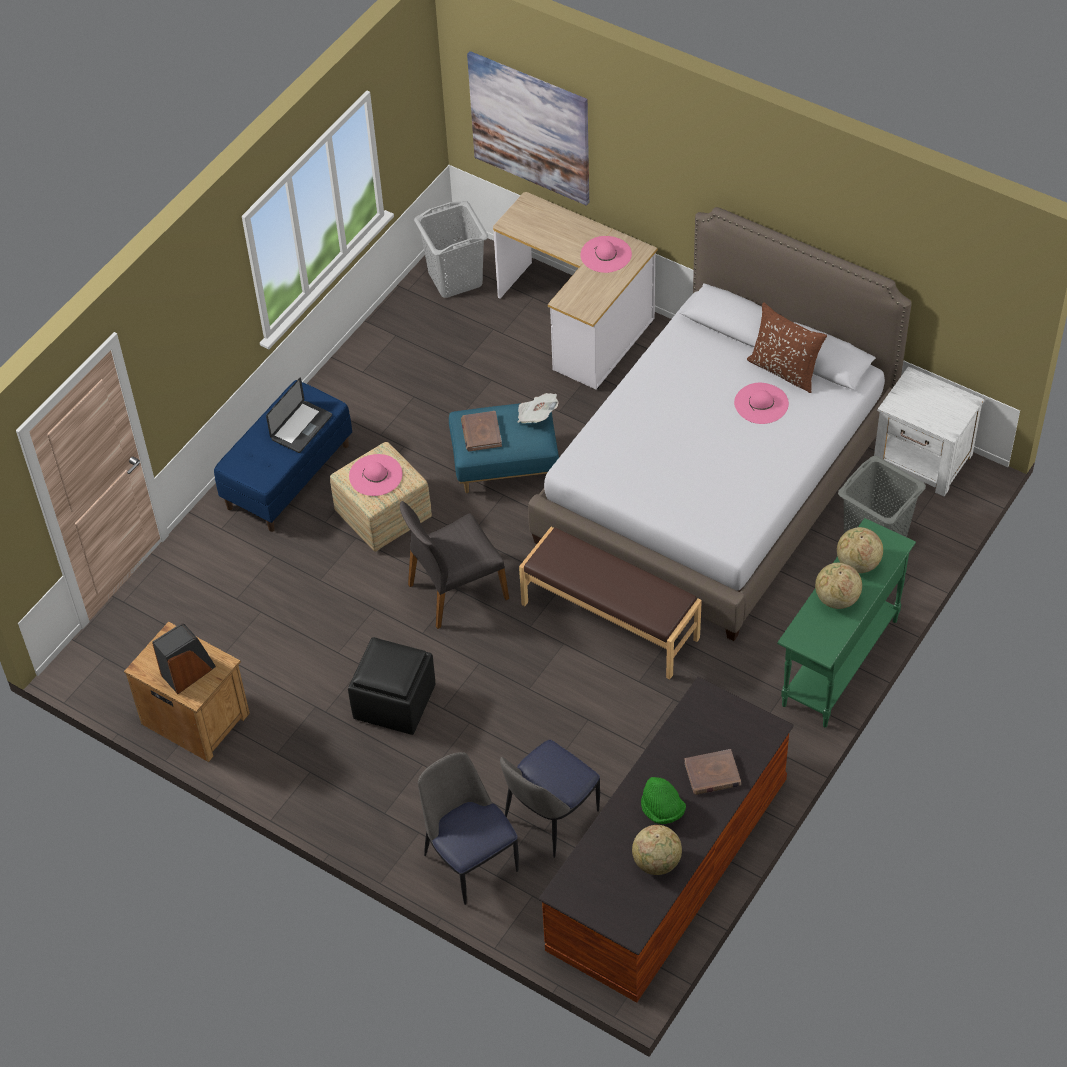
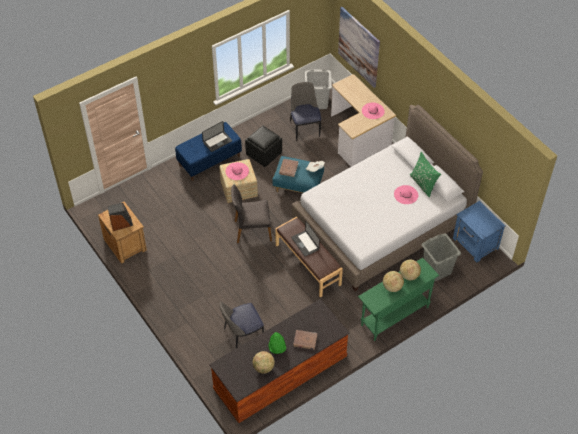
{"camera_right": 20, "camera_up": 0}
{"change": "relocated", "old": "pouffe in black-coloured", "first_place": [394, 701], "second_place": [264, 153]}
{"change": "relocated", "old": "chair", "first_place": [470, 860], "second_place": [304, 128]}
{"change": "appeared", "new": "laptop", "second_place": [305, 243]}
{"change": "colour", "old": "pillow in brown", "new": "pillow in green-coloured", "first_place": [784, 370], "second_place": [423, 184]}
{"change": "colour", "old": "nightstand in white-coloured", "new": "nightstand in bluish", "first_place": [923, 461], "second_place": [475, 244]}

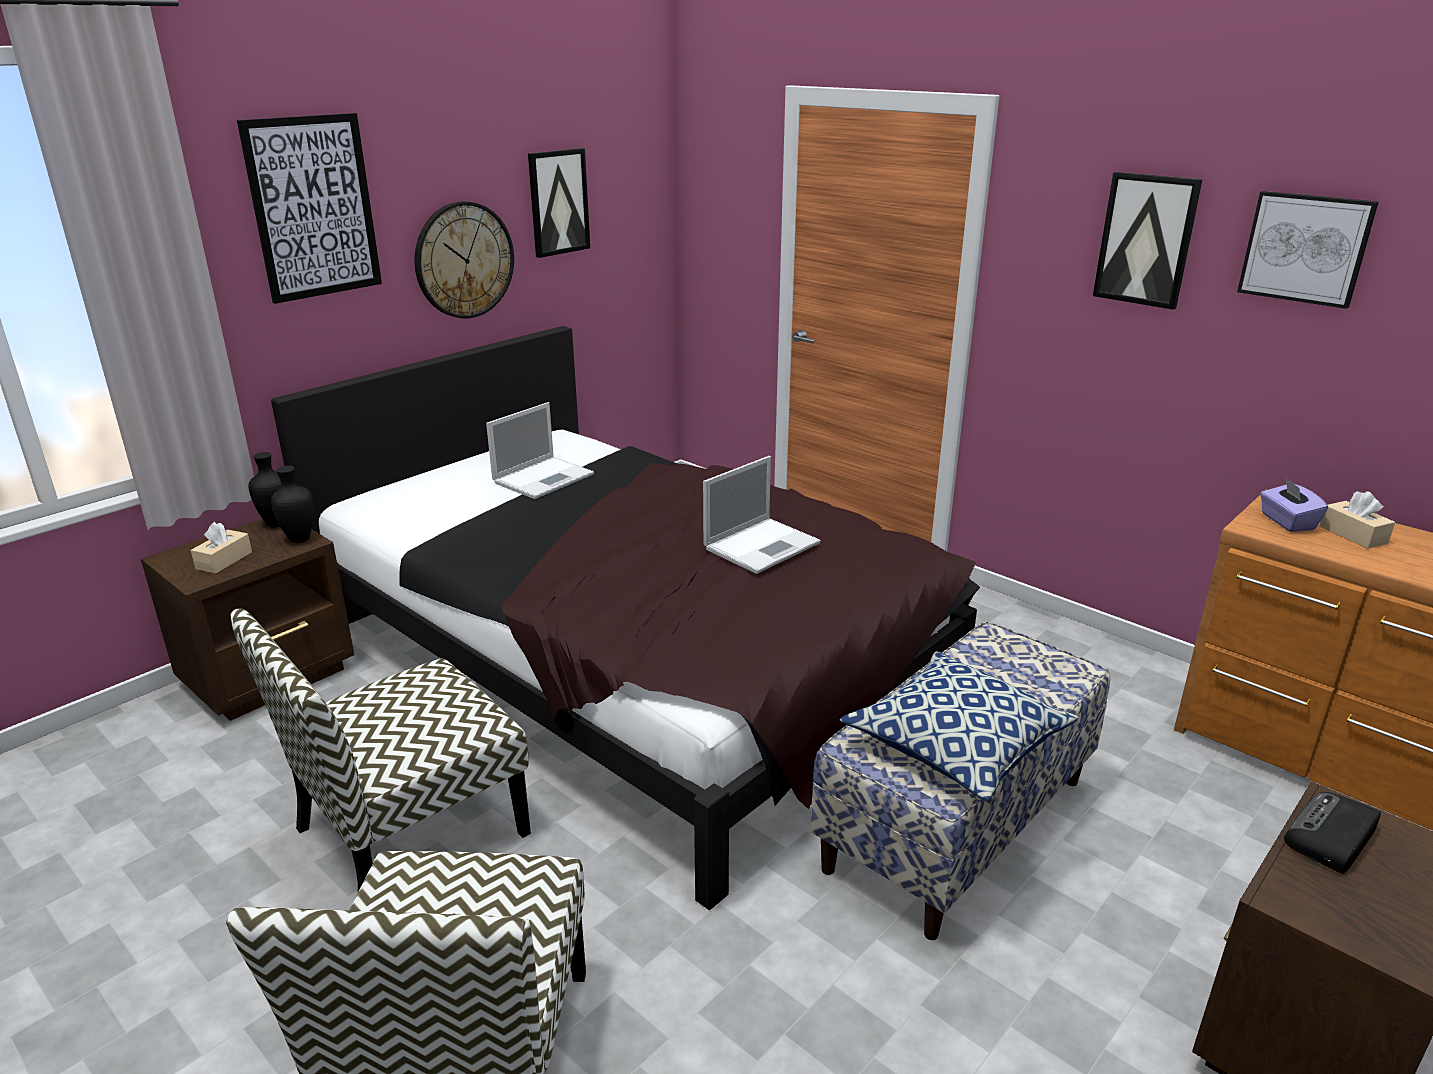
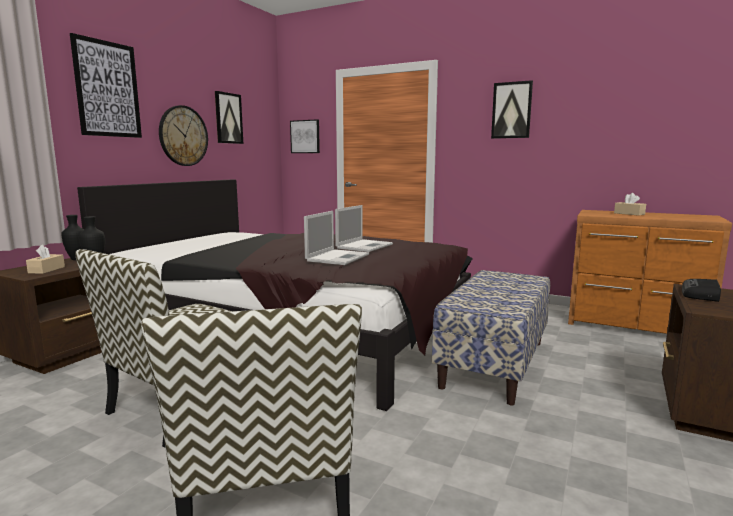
{"camera_right": -15, "camera_up": -15}
{"change": "relocated", "old": "wall picture", "first_place": [1305, 248], "second_place": [305, 136]}
{"change": "relocated", "old": "laptop", "first_place": [544, 478], "second_place": [338, 257]}
{"change": "missing", "old": "pillow", "first_place": [956, 744]}
{"change": "missing", "old": "tissue holder in purple-coloured", "first_place": [1286, 522]}

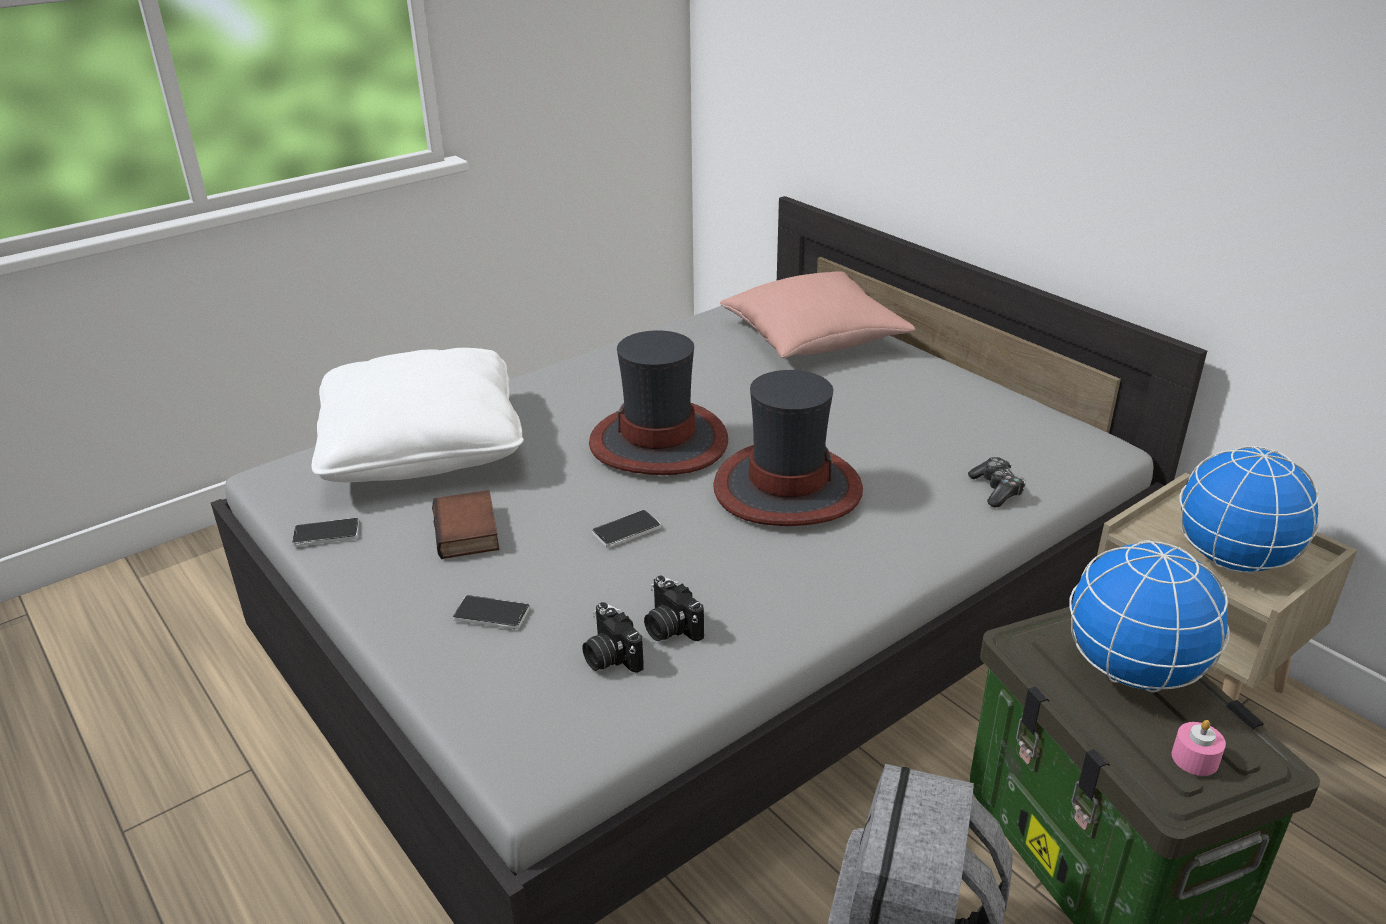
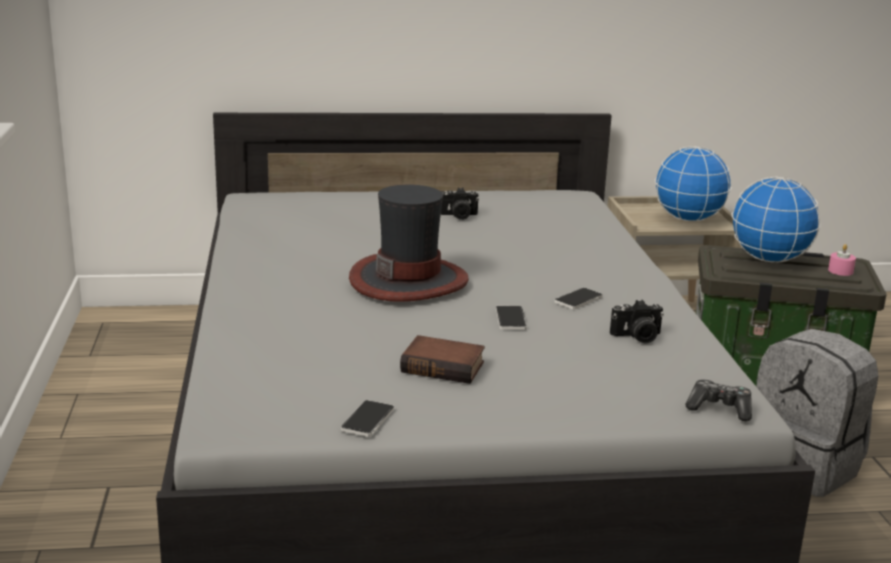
{"camera_right": -60, "camera_up": -10}
{"change": "relocated", "old": "still camera", "first_place": [609, 657], "second_place": [458, 216]}
{"change": "relocated", "old": "phone", "first_place": [491, 614], "second_place": [578, 300]}
{"change": "relocated", "old": "game controller", "first_place": [996, 490], "second_place": [719, 408]}
{"change": "missing", "old": "pillow in white-coloured", "first_place": [423, 447]}
{"change": "missing", "old": "hat", "first_place": [786, 488]}
{"change": "missing", "old": "pillow in pinkish", "first_place": [814, 338]}

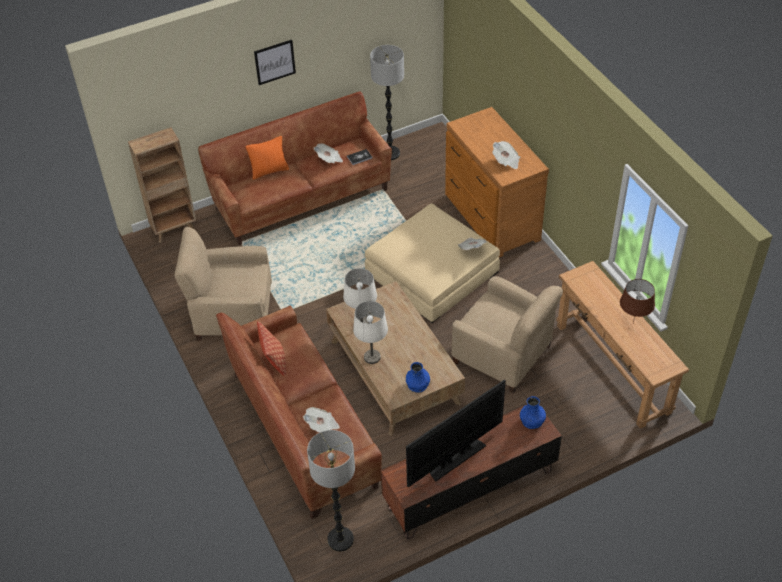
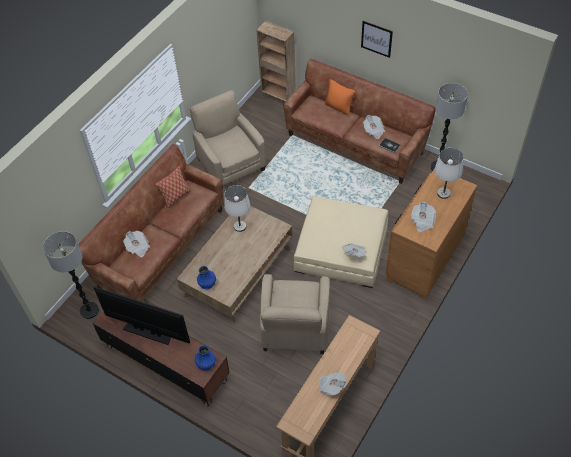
{"camera_right": 60, "camera_up": 5}
{"change": "exchanged", "old": "table lamp in brown", "new": "daily paper", "first_place": [633, 323], "second_place": [331, 386]}
{"change": "relocated", "old": "table lamp in white-coloured", "first_place": [372, 357], "second_place": [443, 193]}

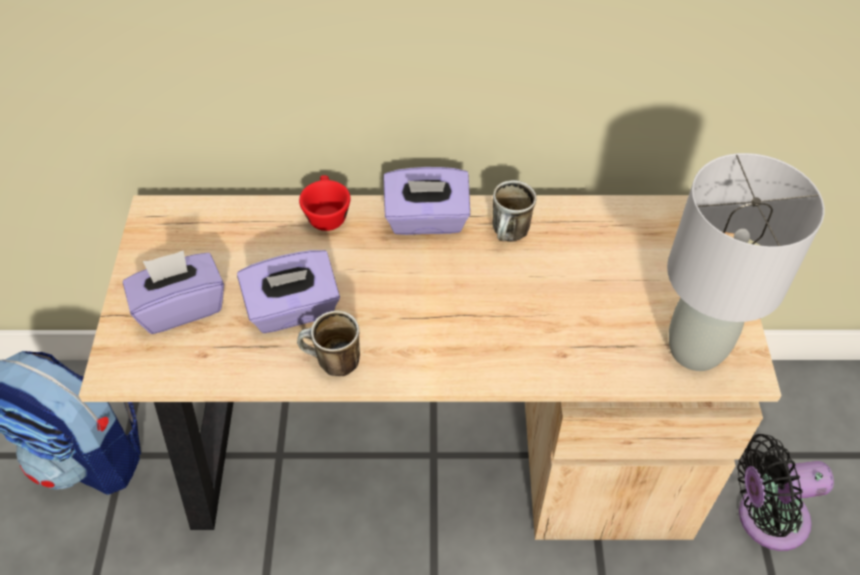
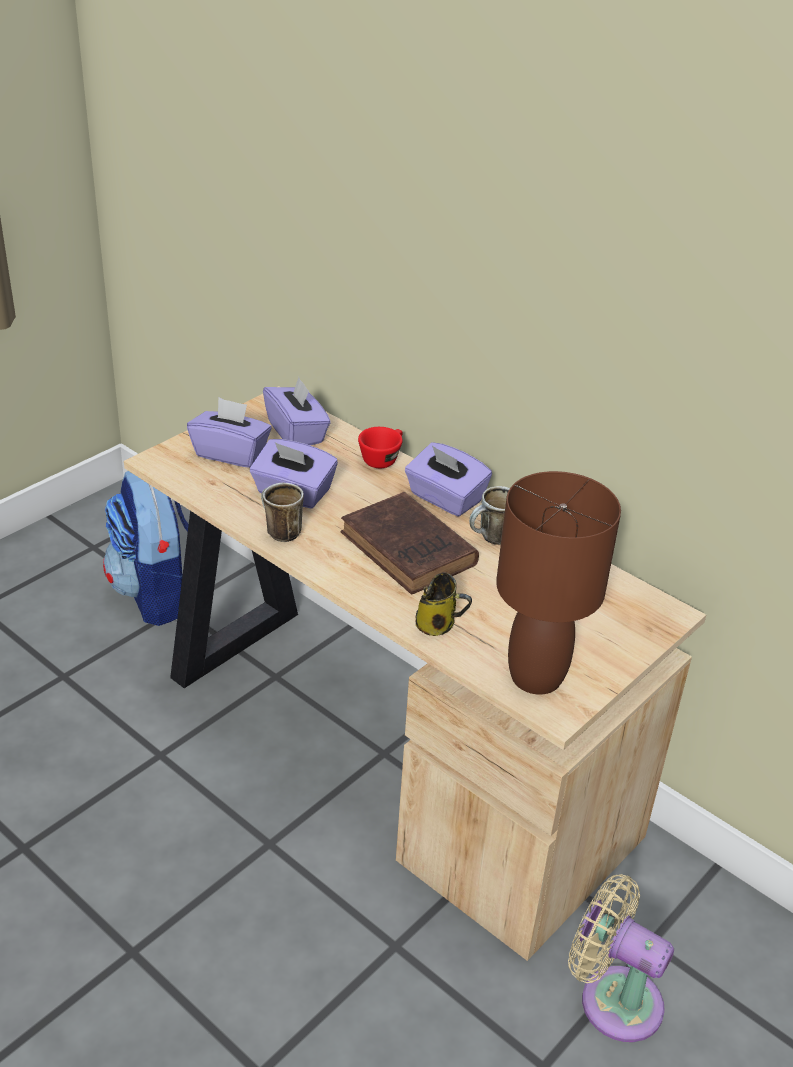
{"camera_right": 40, "camera_up": -15}
{"change": "appeared", "new": "tissue holder in purple-coloured", "second_place": [296, 432]}
{"change": "appeared", "new": "bound book in brown", "second_place": [410, 551]}
{"change": "appeared", "new": "tea mug", "second_place": [437, 625]}
{"change": "colour", "old": "table lamp in gray", "new": "table lamp in brown", "first_place": [695, 350], "second_place": [535, 677]}
{"change": "colour", "old": "cooling fan in black-coloured", "new": "cooling fan in sand-coloured", "first_place": [765, 518], "second_place": [613, 998]}

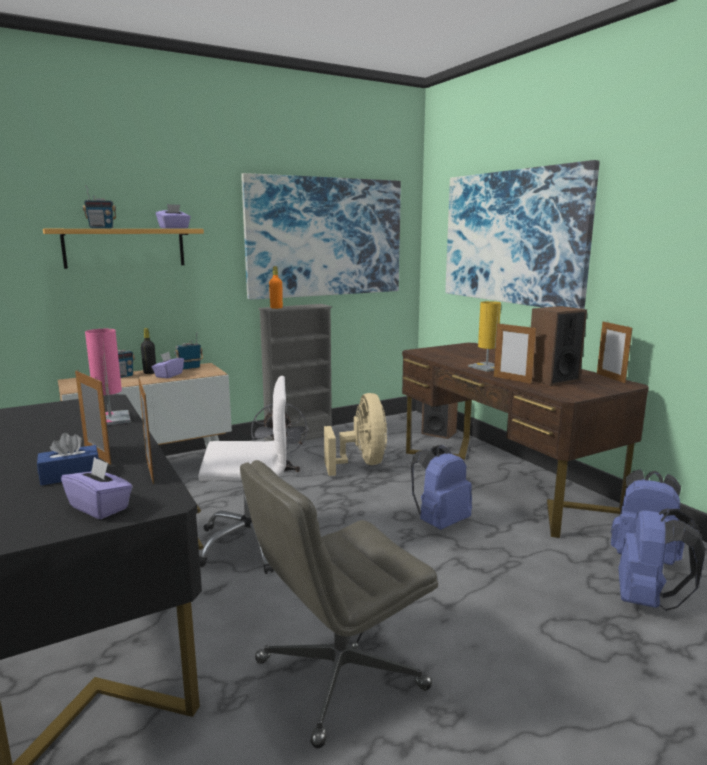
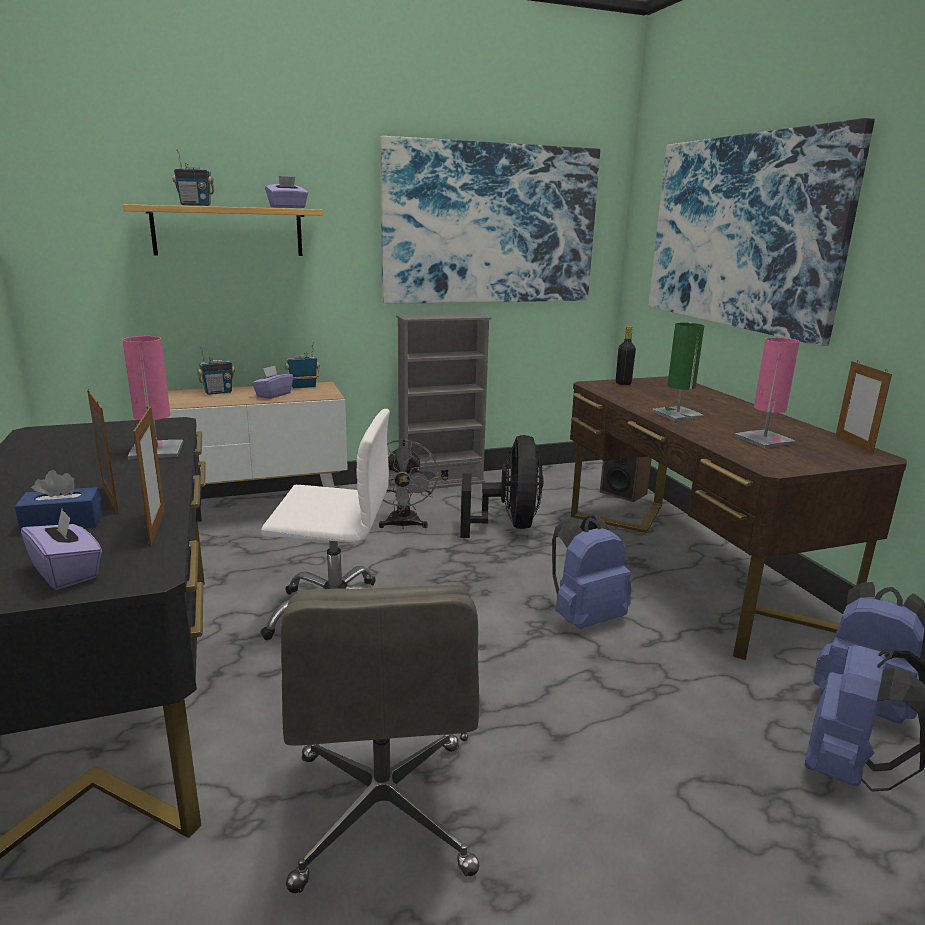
{"camera_right": 10, "camera_up": 5}
{"change": "spun", "old": "office chair in gray", "first_place": [338, 676], "second_place": [383, 813], "degrees": -75}
{"change": "colour", "old": "cooling fan in sand-coloured", "new": "cooling fan in black-coloured", "first_place": [361, 464], "second_place": [508, 525]}
{"change": "relocated", "old": "bottle in black-coloured", "first_place": [150, 373], "second_place": [623, 383]}
{"change": "colour", "old": "table lamp in yellow", "new": "table lamp in green-coloured", "first_place": [486, 367], "second_place": [677, 414]}
{"change": "exchanged", "old": "speaker", "new": "table lamp in pinkish", "first_place": [552, 379], "second_place": [764, 440]}
{"change": "missing", "old": "bottle in orange-coloured", "first_place": [276, 308]}
{"change": "missing", "old": "picture frame", "first_place": [512, 380]}

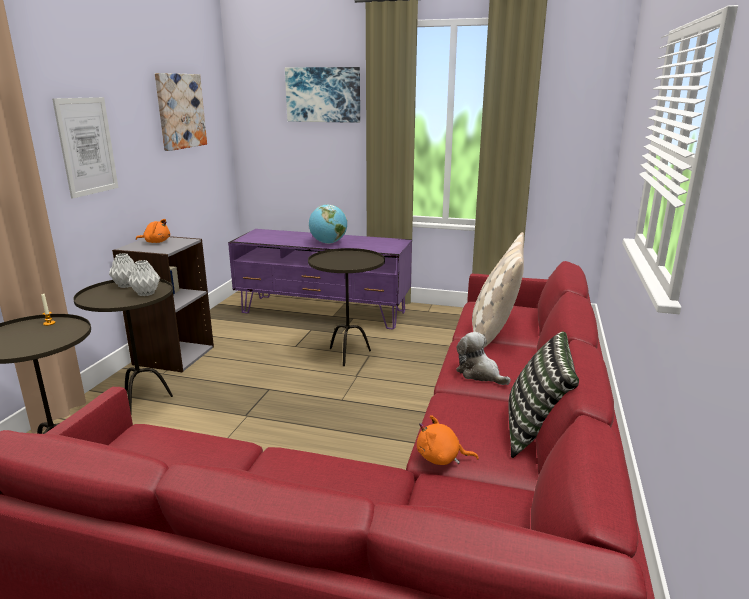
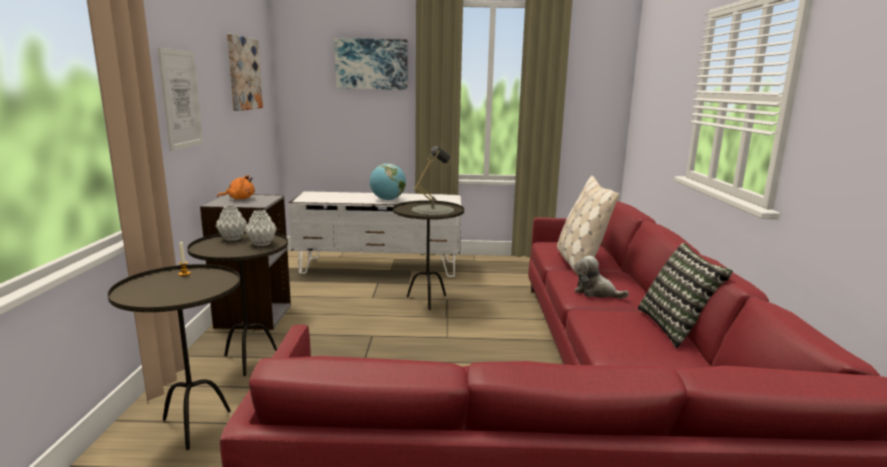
{"camera_right": -15, "camera_up": -5}
{"change": "colour", "old": "tv stand in purple-coloured", "new": "tv stand in white-coloured", "first_place": [323, 312], "second_place": [380, 267]}
{"change": "appeared", "new": "table lamp in gray", "second_place": [432, 210]}
{"change": "missing", "old": "plush toy in orange-coloured", "first_place": [441, 458]}

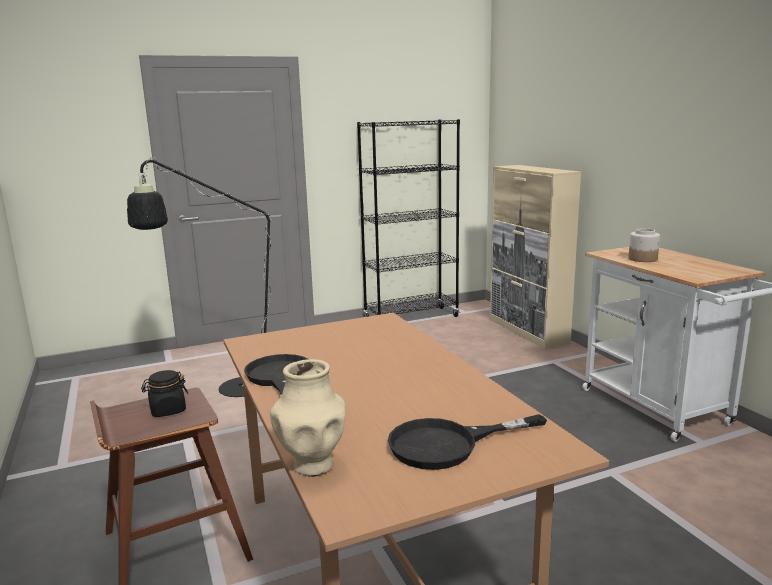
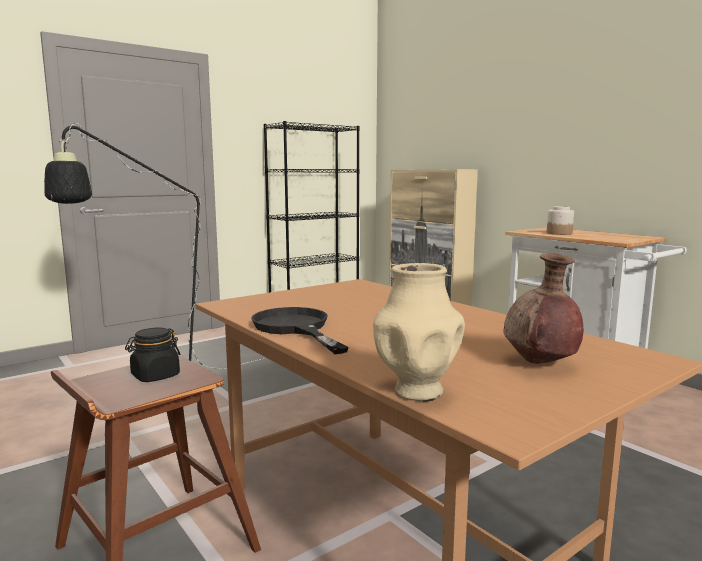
{"camera_right": -15, "camera_up": -5}
{"change": "exchanged", "old": "frying pan in black-coloured", "new": "decorative vase in brown", "first_place": [448, 444], "second_place": [540, 363]}

